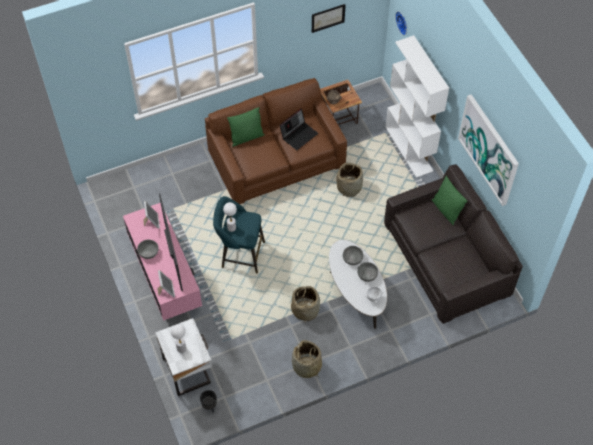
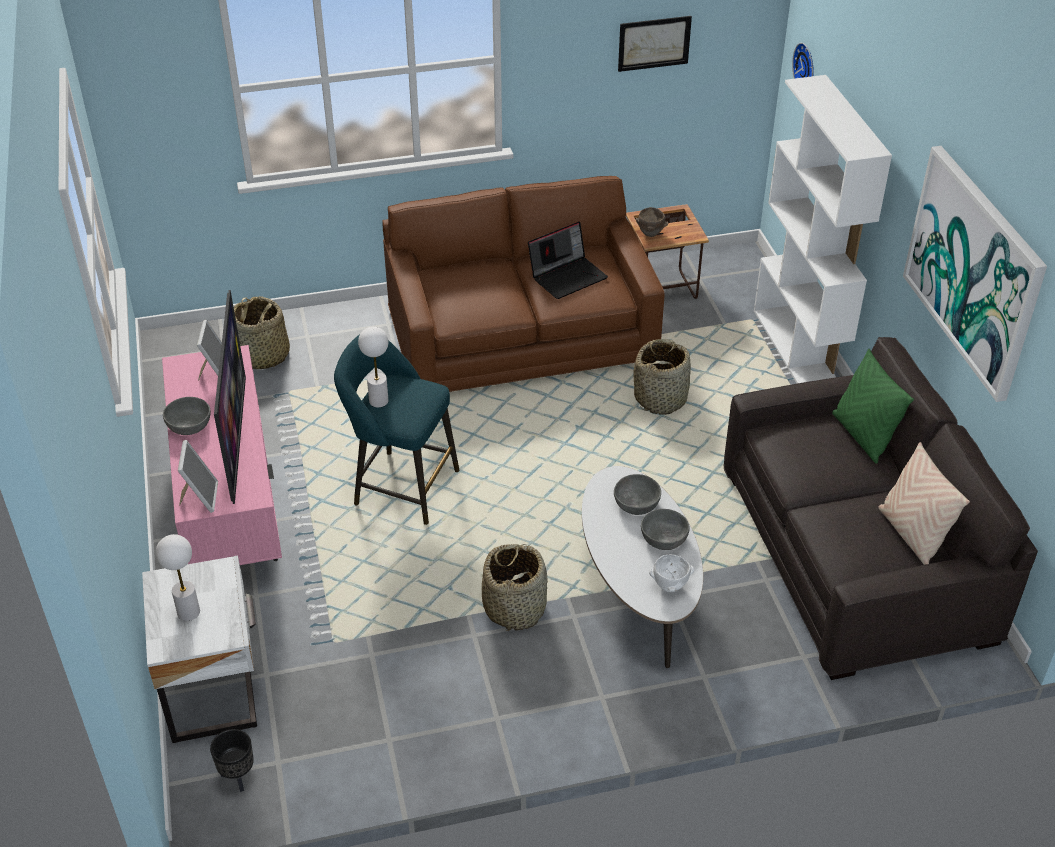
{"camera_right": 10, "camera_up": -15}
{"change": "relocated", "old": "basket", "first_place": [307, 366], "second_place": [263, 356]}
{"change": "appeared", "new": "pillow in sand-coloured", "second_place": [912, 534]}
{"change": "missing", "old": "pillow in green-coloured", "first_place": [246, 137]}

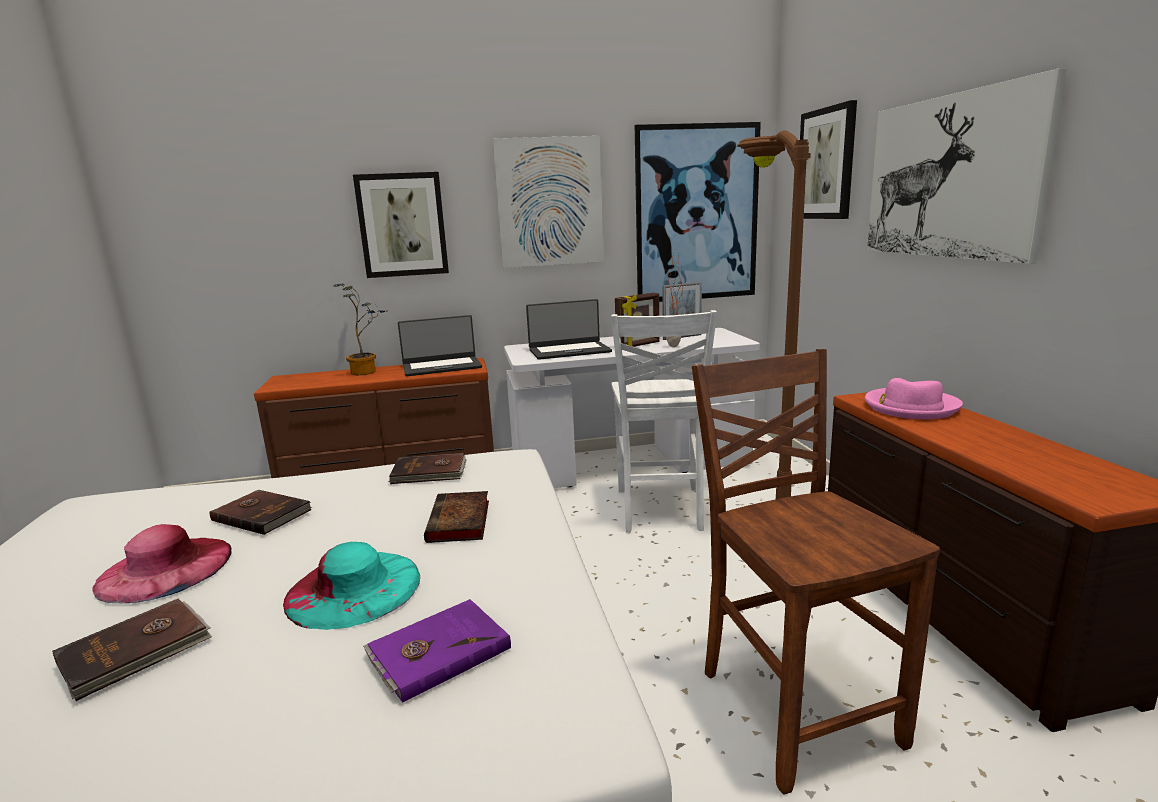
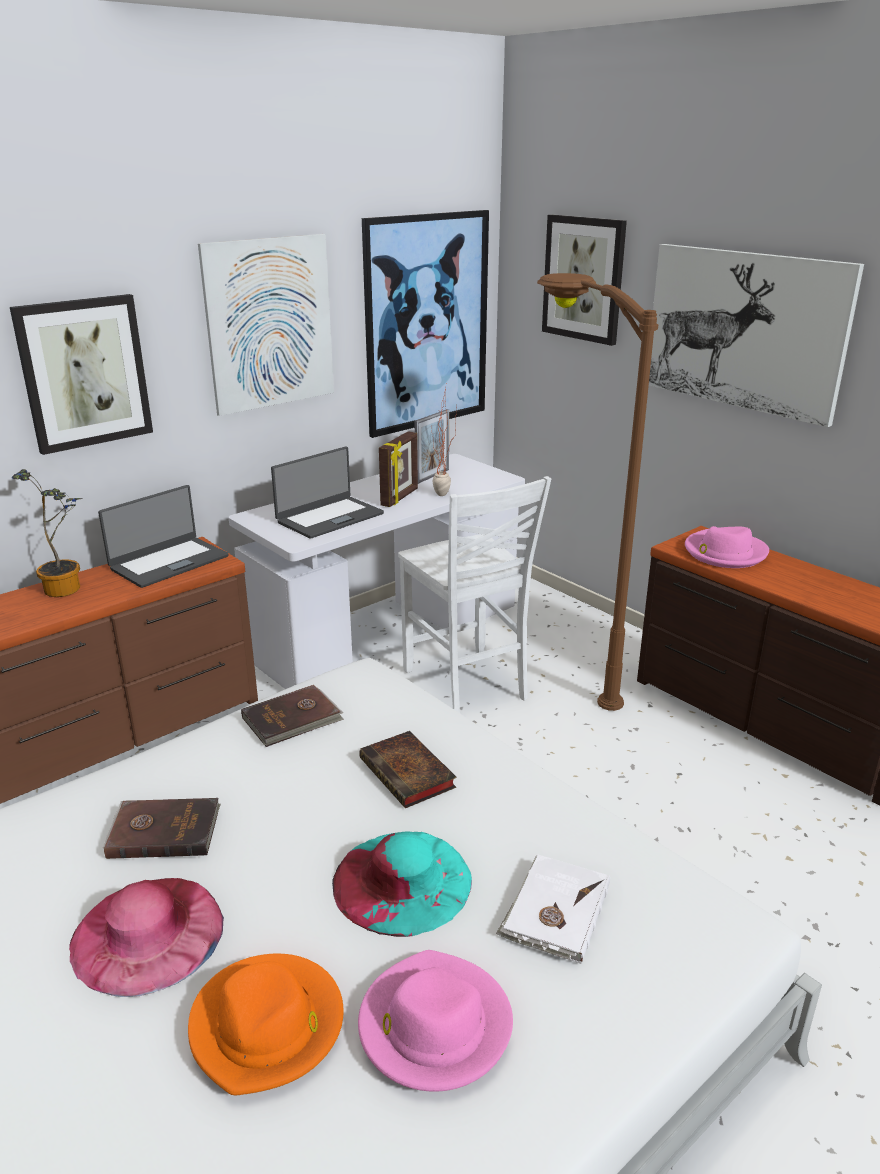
{"camera_right": -30, "camera_up": 10}
{"change": "exchanged", "old": "bound book in brown", "new": "hat in orange-coloured", "first_place": [136, 651], "second_place": [268, 1026]}
{"change": "appeared", "new": "hat in pinkish", "second_place": [433, 1025]}
{"change": "colour", "old": "bound book in purple-coloured", "new": "bound book in white-coloured", "first_place": [437, 652], "second_place": [555, 911]}
{"change": "missing", "old": "chair in brown", "first_place": [794, 706]}

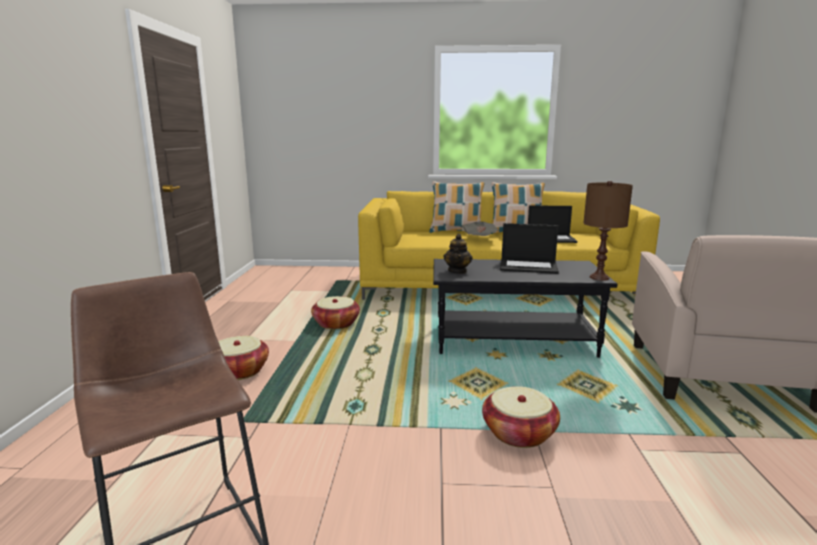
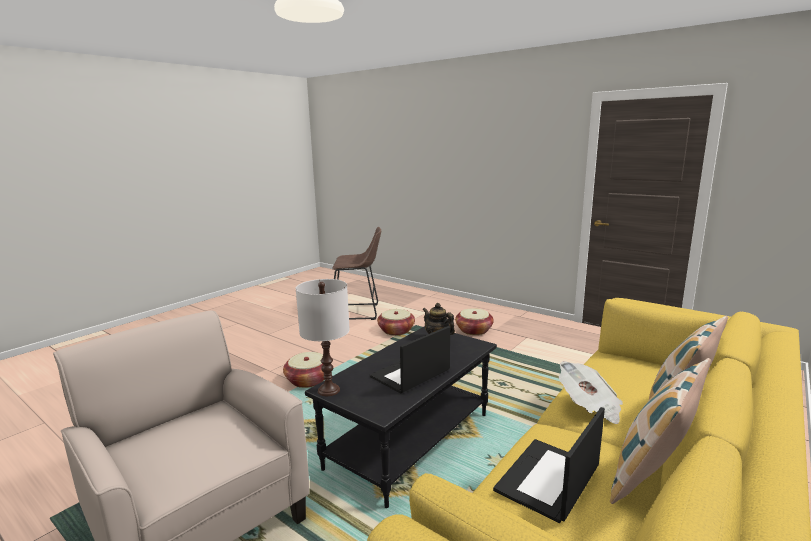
{"camera_right": 125, "camera_up": 0}
{"change": "colour", "old": "table lamp in brown", "new": "table lamp in white-coloured", "first_place": [599, 277], "second_place": [329, 390]}
{"change": "relocated", "old": "basket", "first_place": [336, 324], "second_place": [396, 331]}

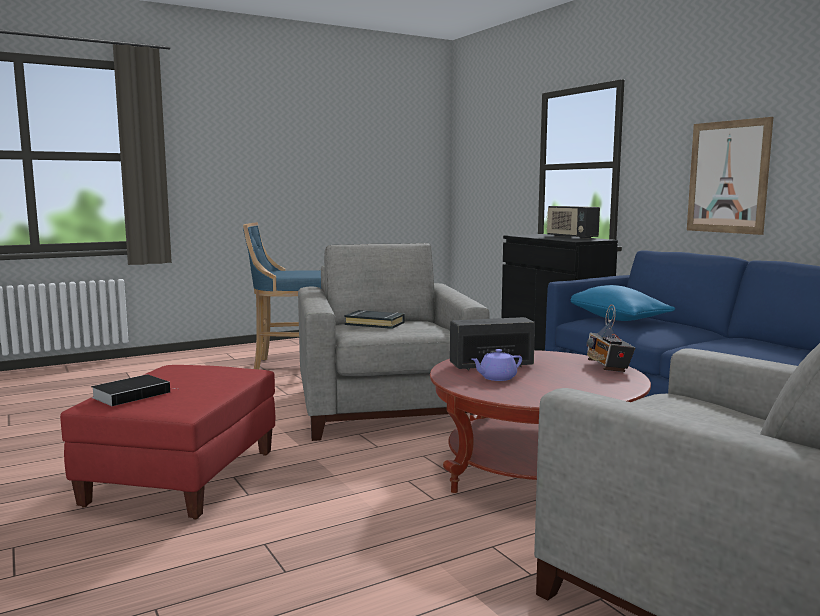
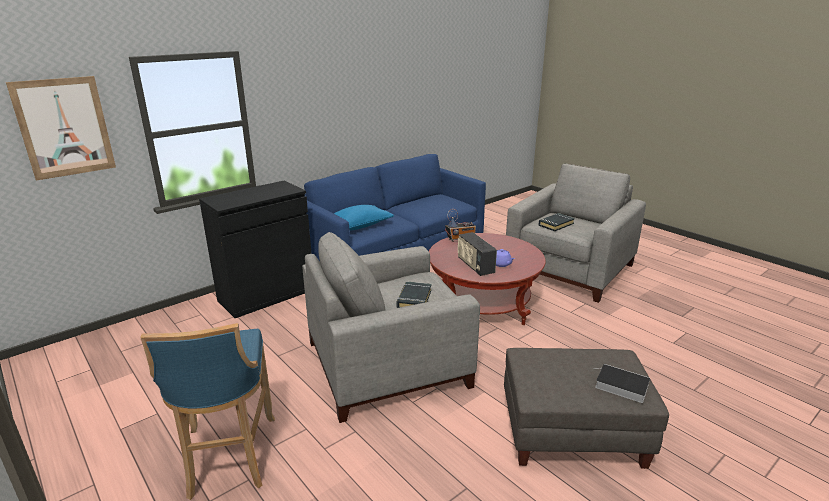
{"camera_right": -100, "camera_up": 15}
{"change": "relocated", "old": "wall picture", "first_place": [728, 177], "second_place": [64, 127]}
{"change": "colour", "old": "pouffe in red", "new": "pouffe in gray", "first_place": [182, 478], "second_place": [572, 433]}
{"change": "appeared", "new": "bound book in black-coloured", "second_place": [555, 224]}
{"change": "missing", "old": "radio", "first_place": [571, 237]}

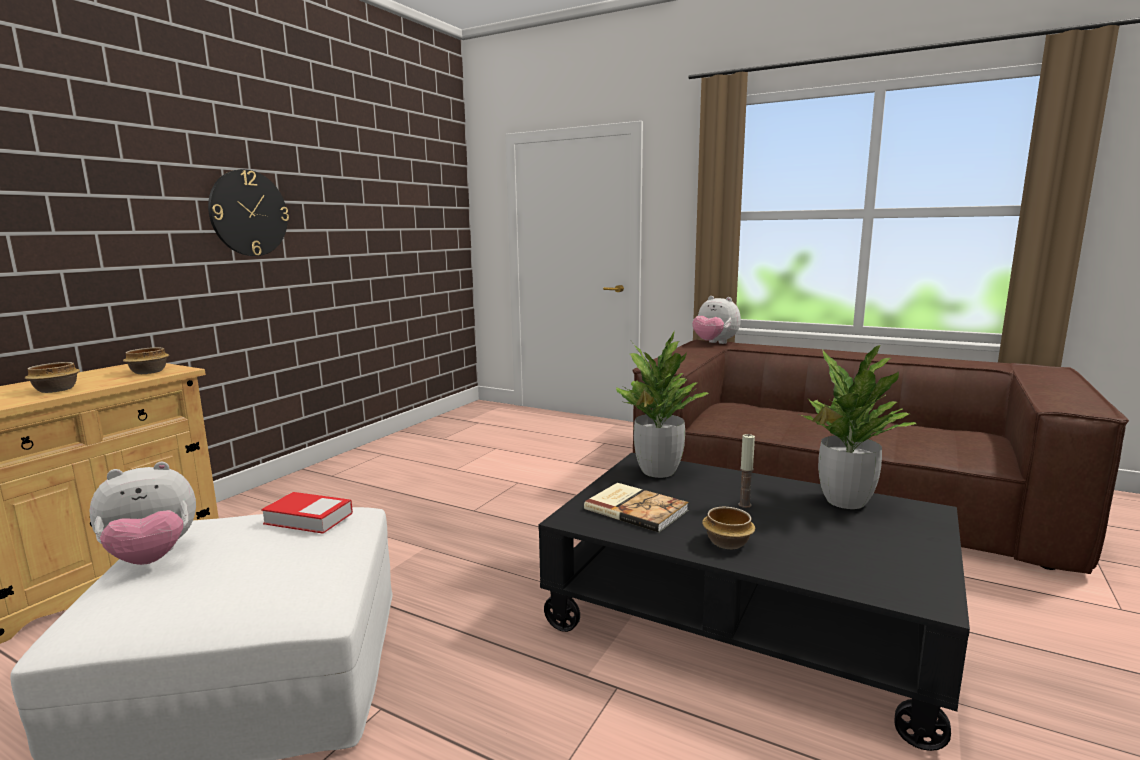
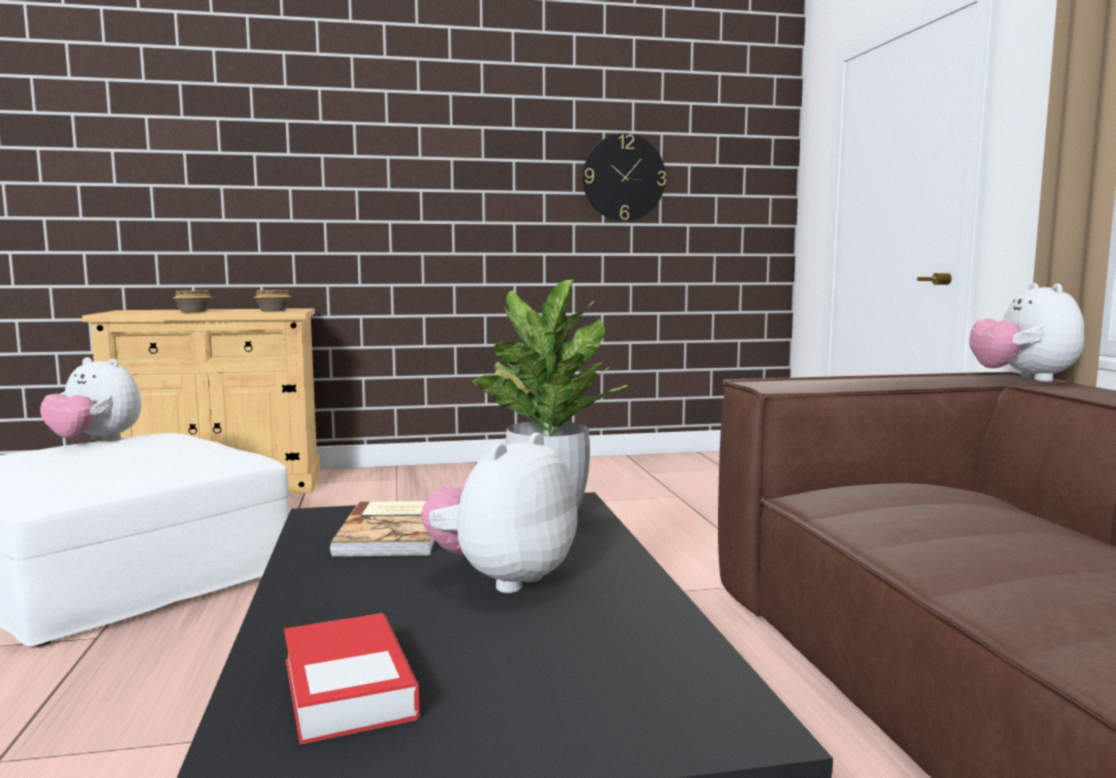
{"camera_right": 50, "camera_up": -5}
{"change": "relocated", "old": "bound book", "first_place": [308, 518], "second_place": [348, 688]}
{"change": "exchanged", "old": "wax light", "new": "plush toy", "first_place": [744, 505], "second_place": [502, 579]}
{"change": "relocated", "old": "hanging clock", "first_place": [248, 213], "second_place": [623, 177]}
{"change": "missing", "old": "bowl", "first_place": [726, 542]}
{"change": "missing", "old": "plant in a pot", "first_place": [844, 501]}

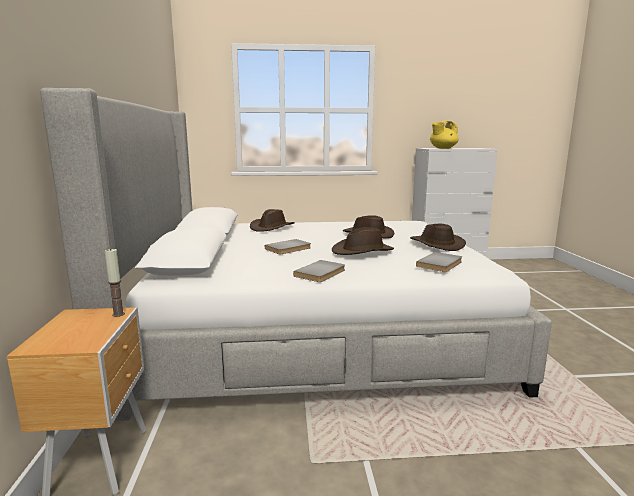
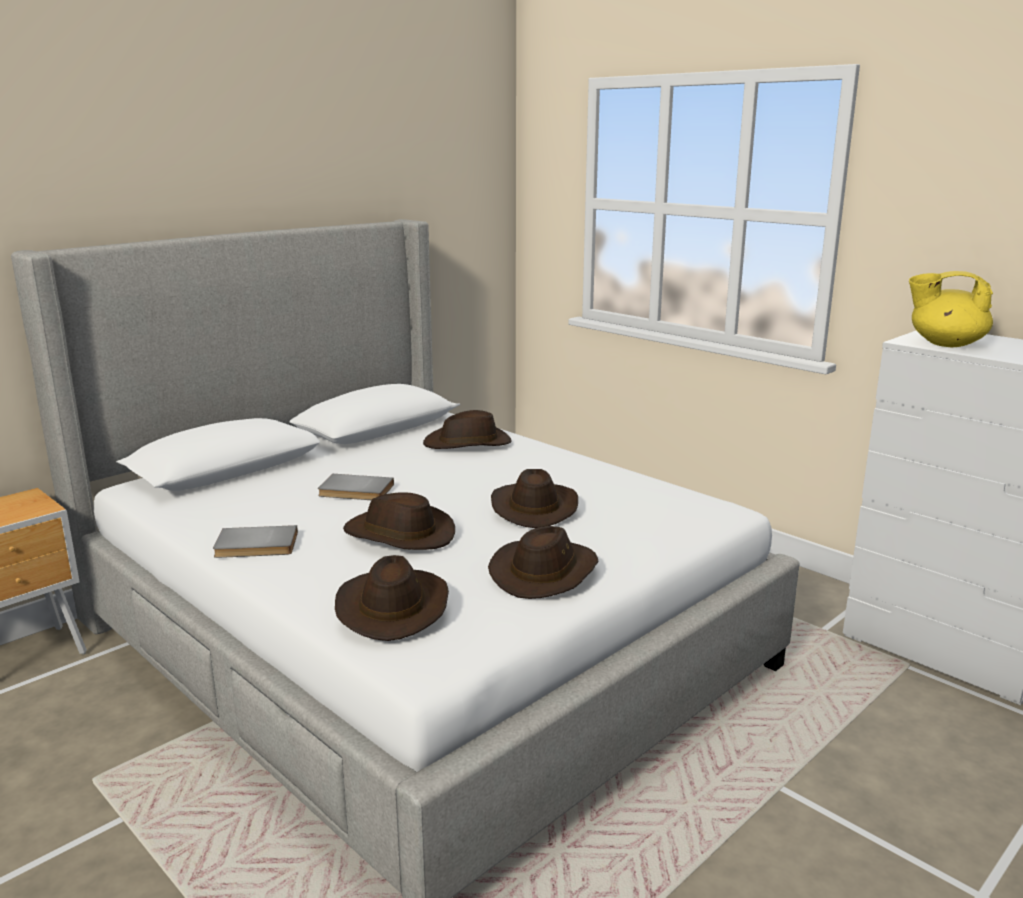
{"camera_right": 50, "camera_up": 5}
{"change": "exchanged", "old": "bound book in gray", "new": "hat in brown", "first_place": [441, 264], "second_place": [392, 606]}
{"change": "missing", "old": "wax light", "first_place": [118, 314]}

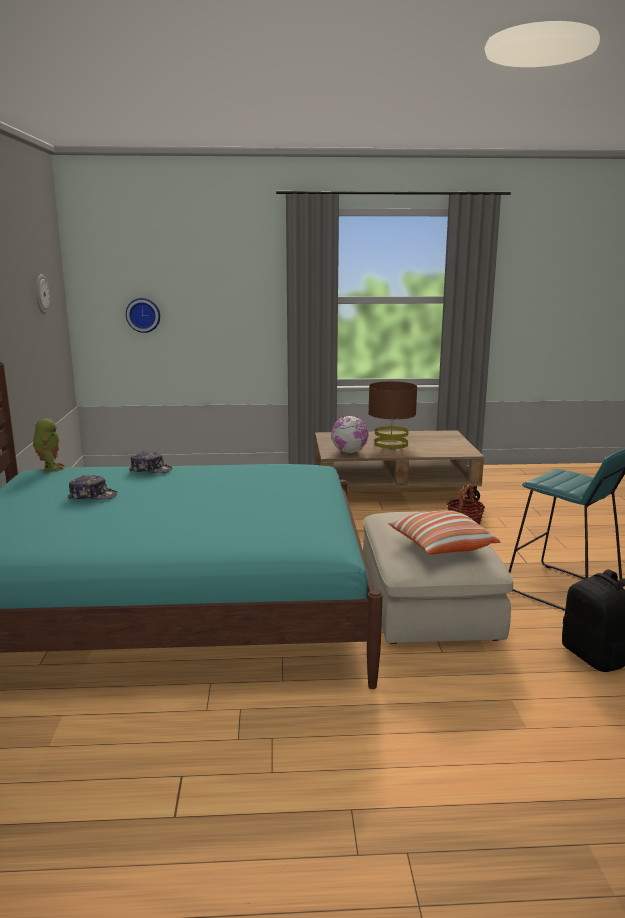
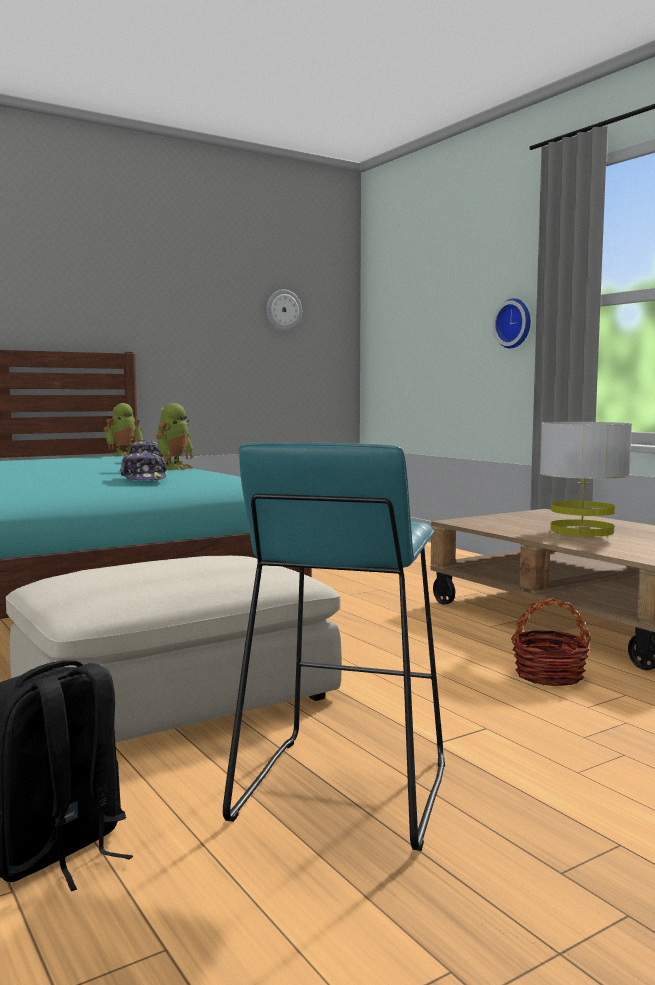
{"camera_right": 60, "camera_up": -10}
{"change": "relocated", "old": "peaked cap", "first_place": [93, 496], "second_place": [144, 479]}
{"change": "appeared", "new": "model robot", "second_place": [174, 468]}
{"change": "relocated", "old": "hanging clock", "first_place": [143, 315], "second_place": [515, 323]}
{"change": "colour", "old": "table lamp in brown", "new": "table lamp in gray", "first_place": [391, 444], "second_place": [581, 531]}
{"change": "missing", "old": "world globe", "first_place": [349, 452]}
{"change": "missing", "old": "pillow", "first_place": [441, 547]}

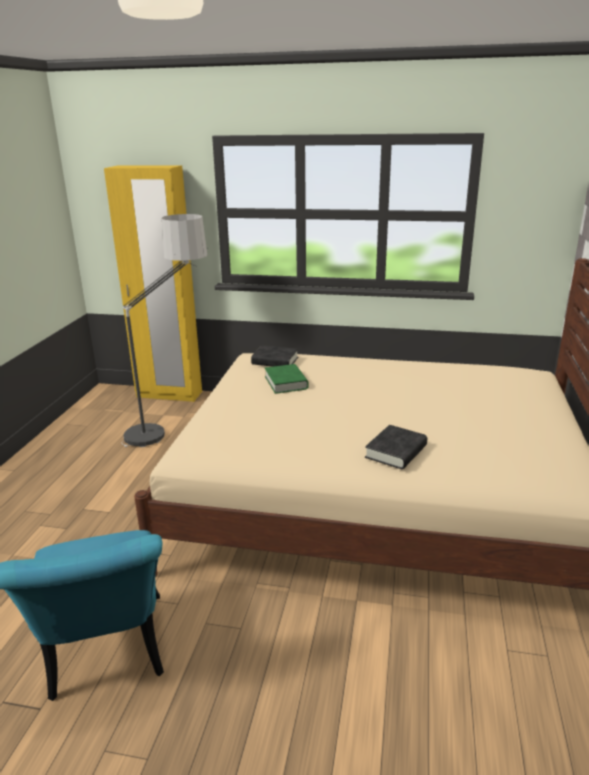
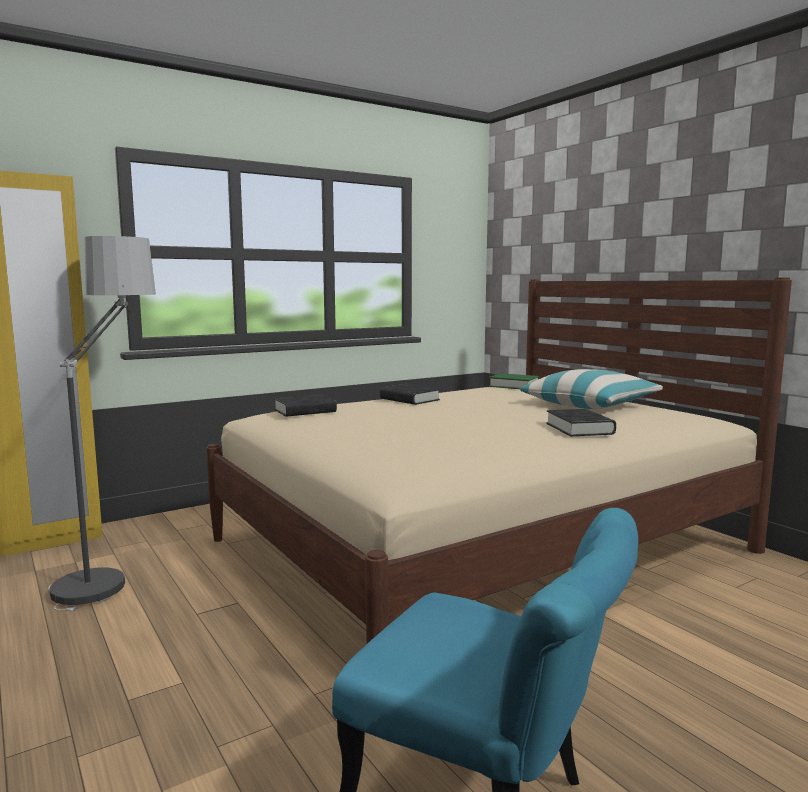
{"camera_right": -45, "camera_up": -15}
{"change": "appeared", "new": "bound book in black-coloured", "second_place": [409, 399]}
{"change": "relocated", "old": "bound book in green-coloured", "first_place": [286, 383], "second_place": [514, 386]}
{"change": "appeared", "new": "pillow", "second_place": [590, 405]}

